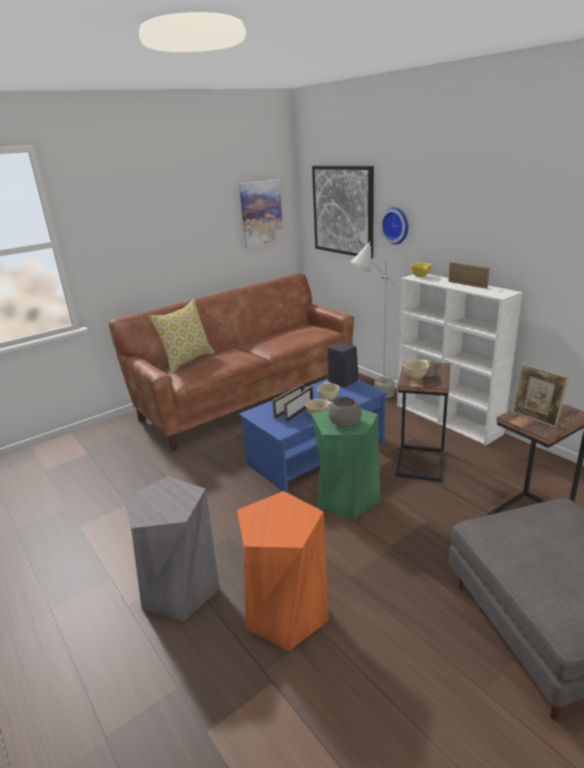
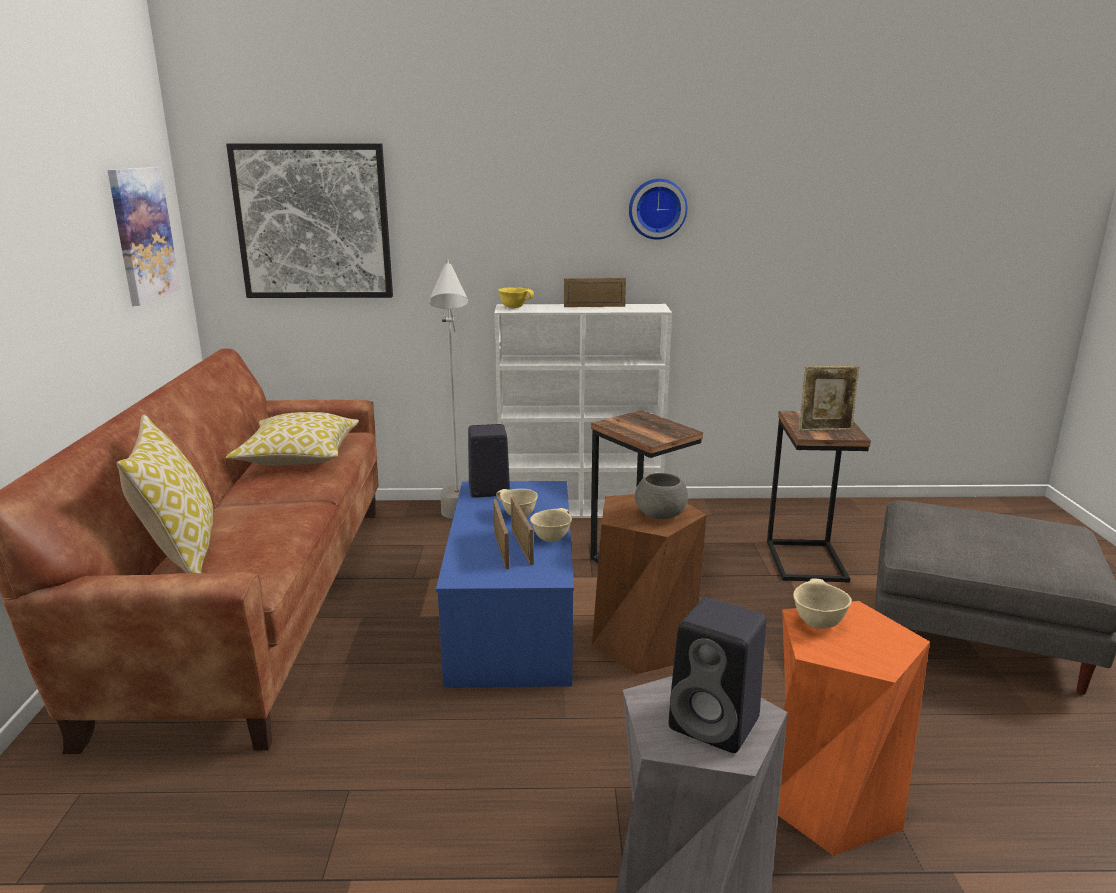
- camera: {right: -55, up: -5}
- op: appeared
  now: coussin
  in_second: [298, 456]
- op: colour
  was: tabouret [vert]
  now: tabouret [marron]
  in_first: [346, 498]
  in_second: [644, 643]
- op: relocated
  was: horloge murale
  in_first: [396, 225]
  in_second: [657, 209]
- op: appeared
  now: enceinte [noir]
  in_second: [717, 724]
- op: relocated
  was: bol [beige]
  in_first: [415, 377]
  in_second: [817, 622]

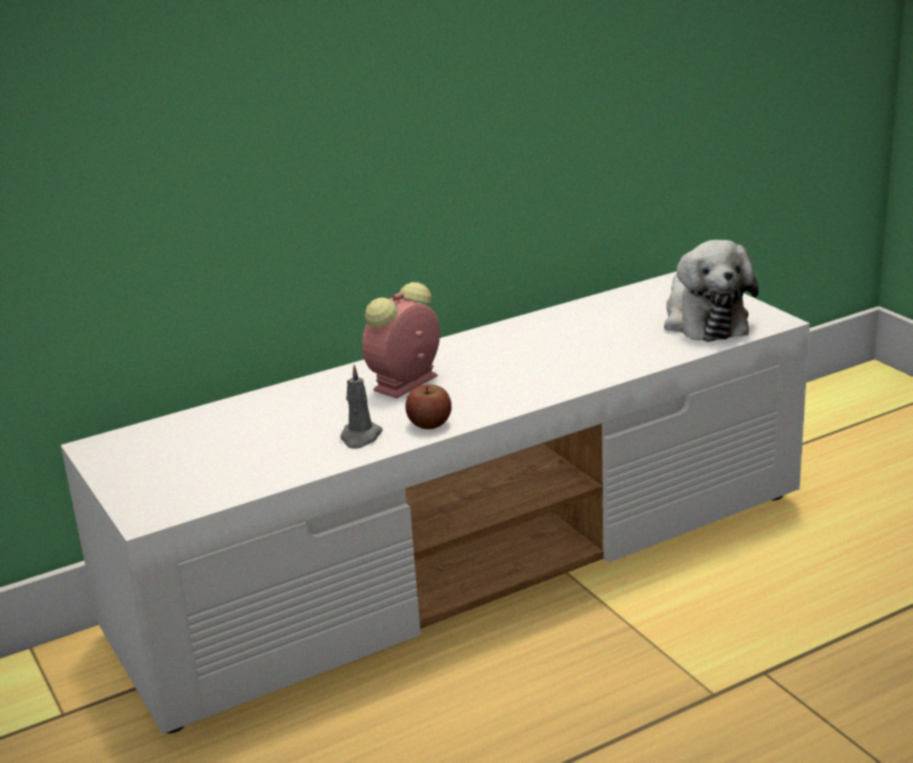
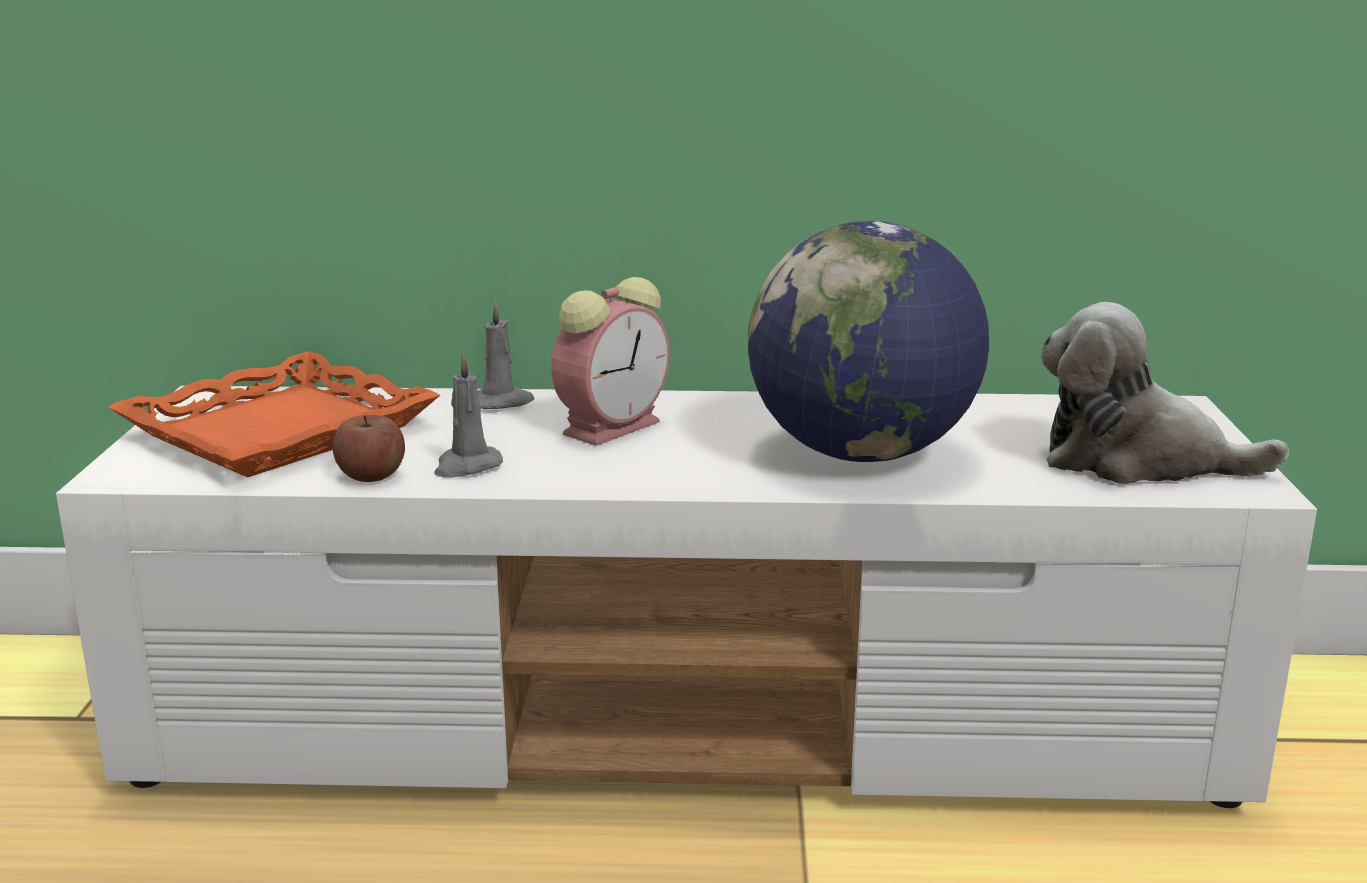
- camera: {right: 30, up: -5}
- op: appeared
  now: plateau [orange]
  in_second: [278, 430]
- op: relocated
  was: pomme
  in_first: [429, 424]
  in_second: [371, 475]
- op: appeared
  now: bougie [gris]
  in_second: [503, 402]
- op: spun
  was: réveil
  in_first: [404, 384]
  in_second: [613, 426]
  clockwise: 150
- op: appeared
  now: globe
  in_second: [862, 454]
- op: spun
  was: peluche
  in_first: [703, 320]
  in_second: [1136, 461]
  clockwise: 90

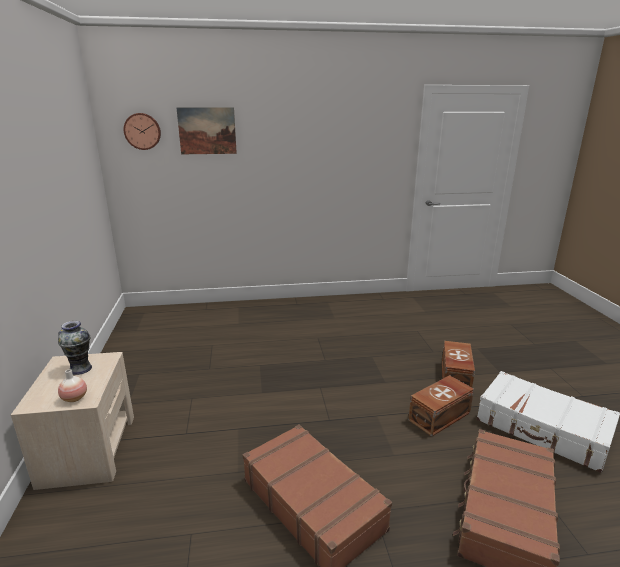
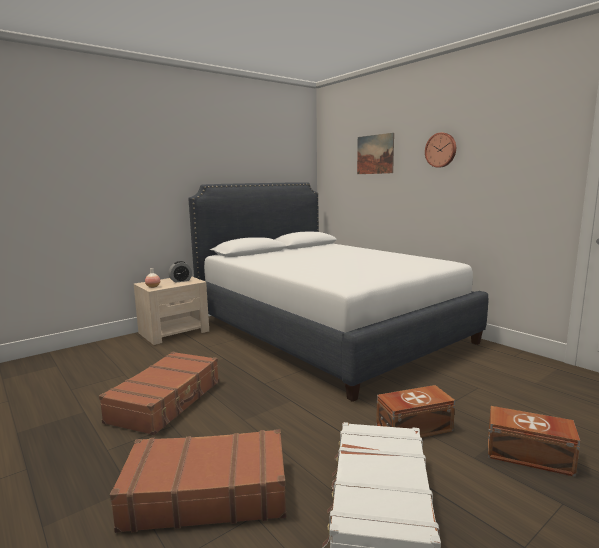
- camera: {right: 60, up: -10}
- op: exchanged
  was: vase
  now: réveil
  in_first: [81, 369]
  in_second: [181, 281]
- op: appeared
  now: lit [blanc]
  in_second: [327, 330]
- op: relocated
  was: horloge murale
  in_first: [142, 131]
  in_second: [441, 150]
- op: relocated
  was: boîte de rangement [marron]
  in_first: [440, 416]
  in_second: [530, 456]

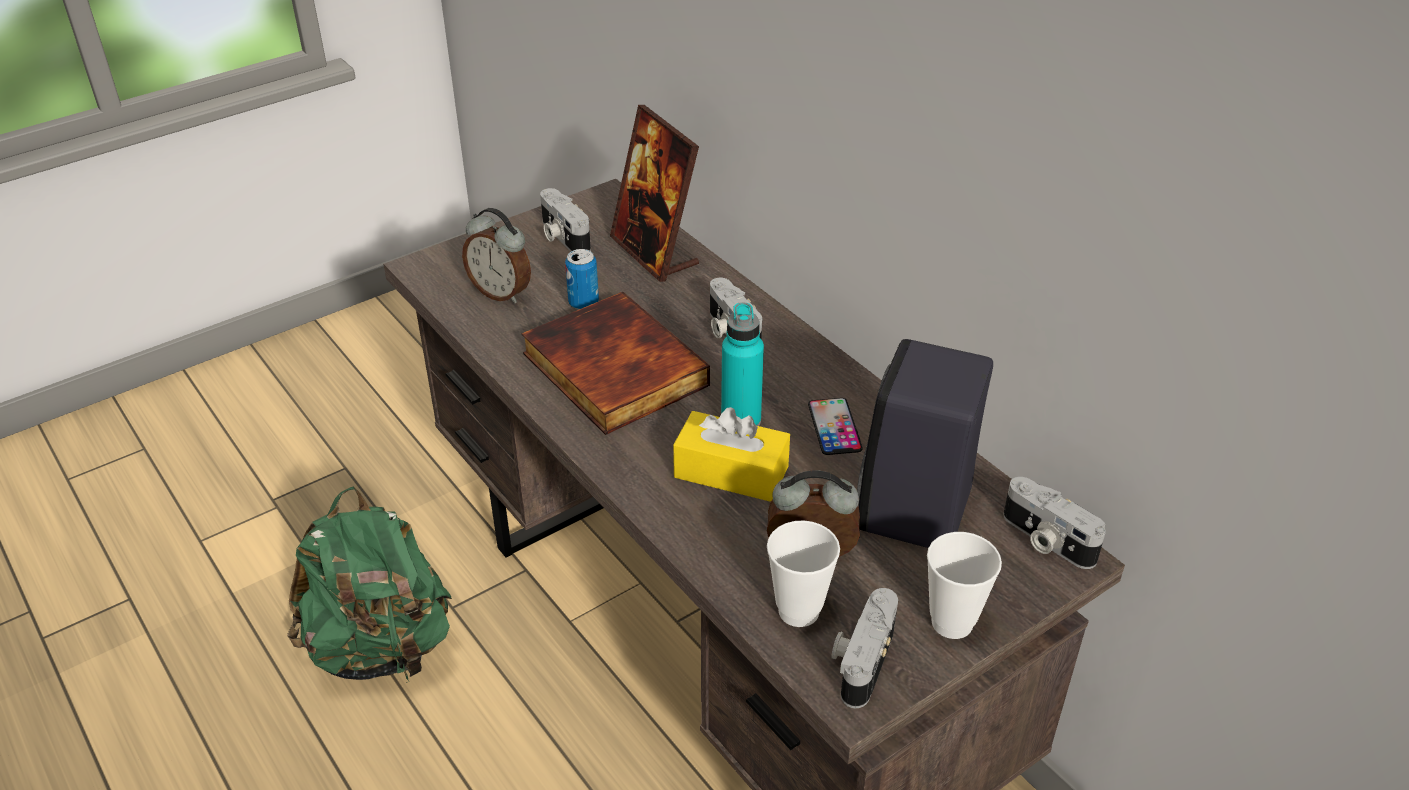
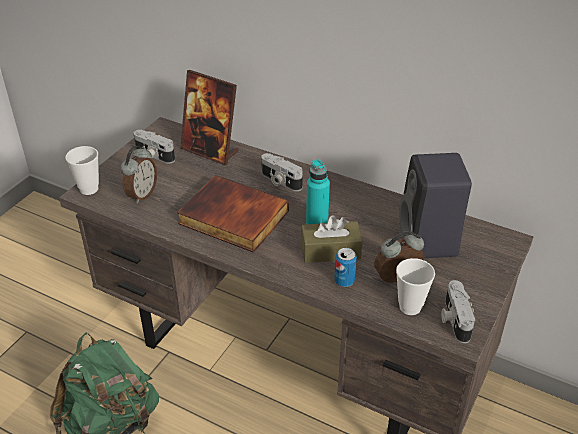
- camera: {right: -25, up: 0}
- op: relocated
  was: tasse
  in_first: [952, 622]
  in_second: [89, 189]
- op: spun
  was: réveil
  in_first: [501, 293]
  in_second: [141, 194]
  clockwise: -75
- op: colour
  was: boîte à mouchoirs [jaune]
  now: boîte à mouchoirs [marron]
  in_first: [731, 472]
  in_second: [330, 251]
- op: relocated
  was: boîte métallique
  in_first: [583, 303]
  in_second: [344, 281]
- op: missing
  was: téléphone
  in_first: [834, 427]
- op: missing
  was: appareil photo
  in_first: [1045, 540]

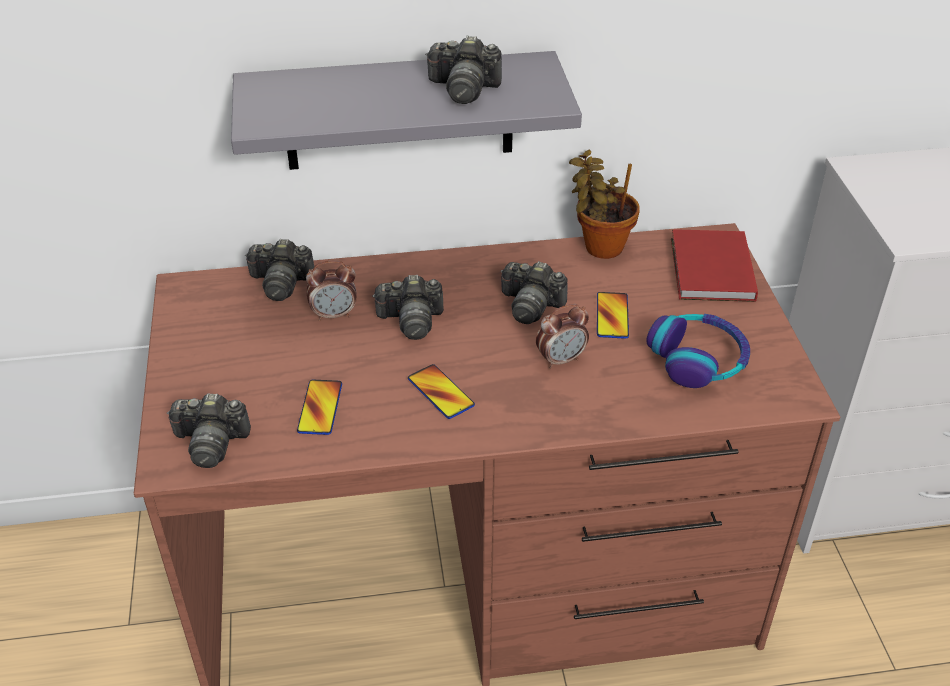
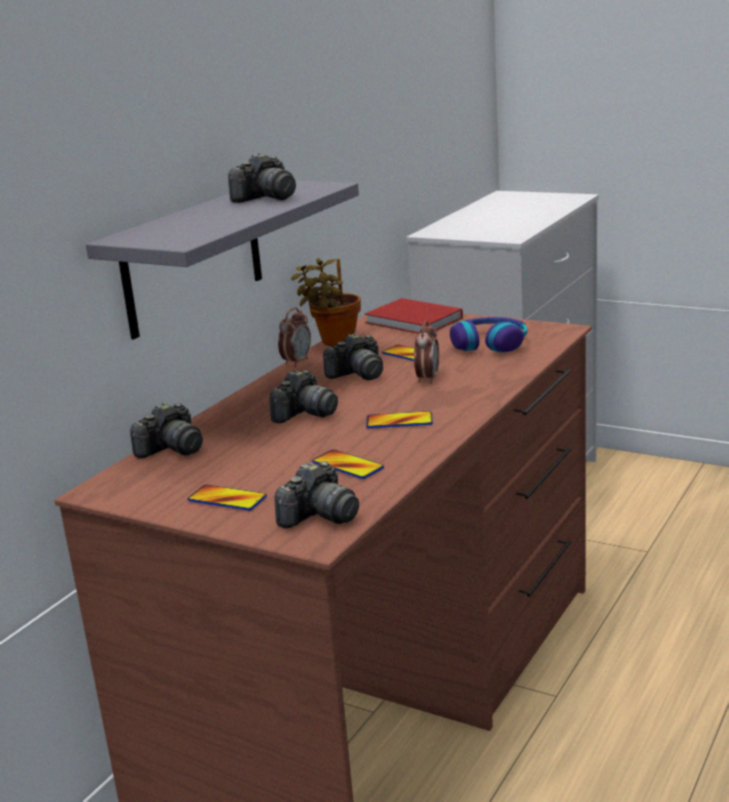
- camera: {right: -50, up: -20}
- op: appeared
  now: téléphone
  in_second: [227, 499]
- op: relocated
  was: réveil
  in_first: [334, 314]
  in_second: [297, 362]

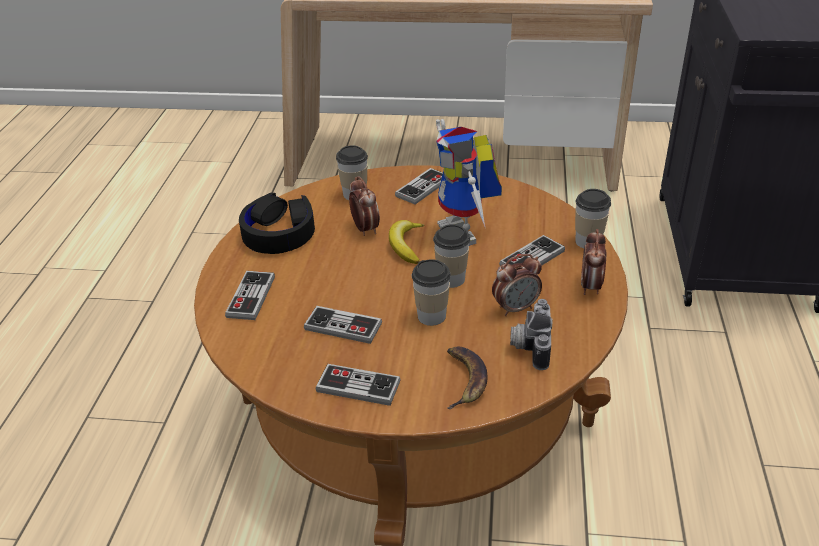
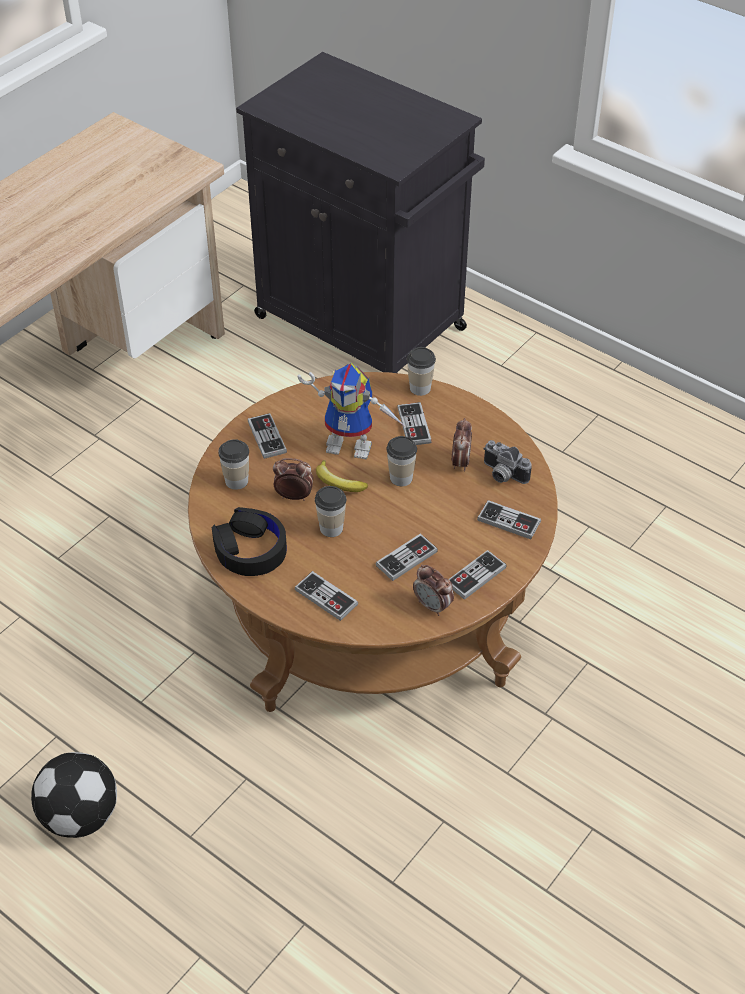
- camera: {right: -60, up: 10}
- op: appeared
  now: ballon de foot
  in_second: [79, 815]
- op: relocated
  was: tasse
  in_first: [431, 316]
  in_second: [331, 528]
- op: relocated
  was: réveil
  in_first: [590, 286]
  in_second: [433, 606]
- op: exchanged
  was: banane
  now: manette
  in_first: [464, 379]
  in_second: [509, 521]

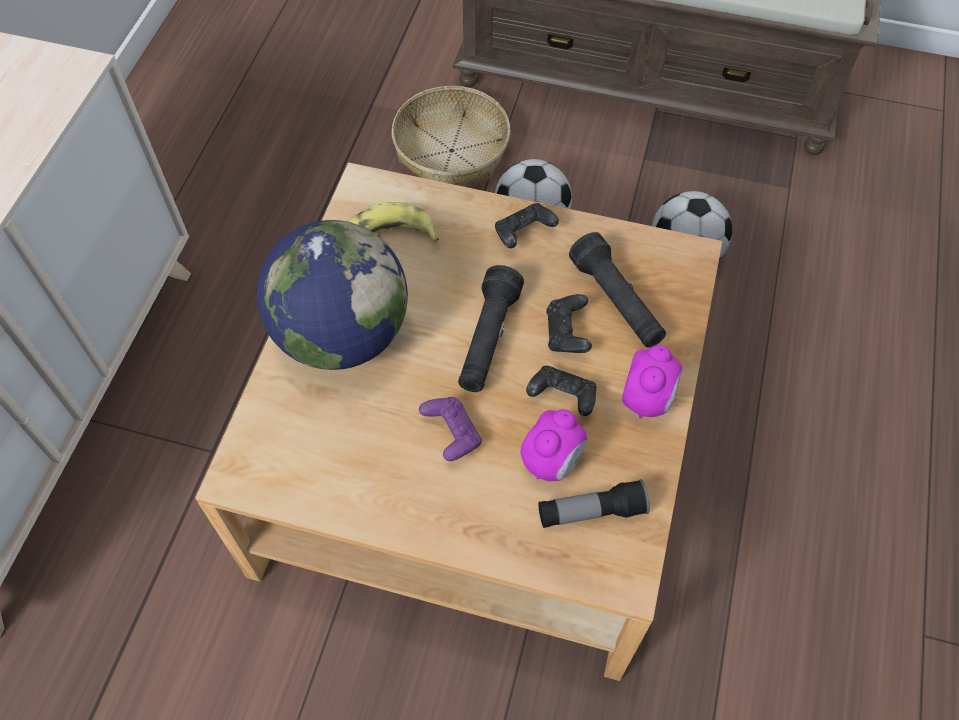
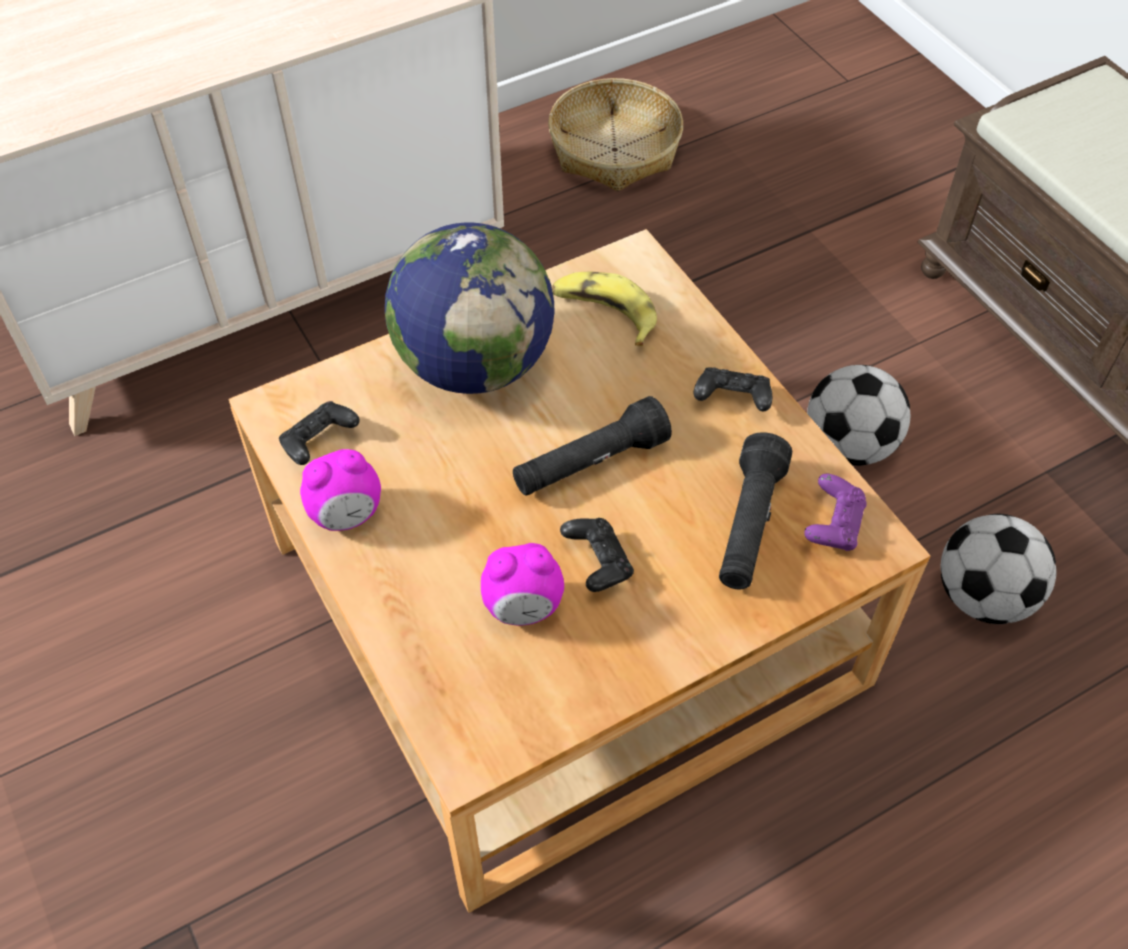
- camera: {right: 45, up: -5}
- op: relocated
  was: manette [noir]
  in_first: [567, 333]
  in_second: [319, 443]
- op: relocated
  was: réveil
  in_first: [647, 399]
  in_second: [346, 515]
- op: relocated
  was: panier
  in_first: [451, 150]
  in_second: [615, 150]
- op: relocated
  was: manette [violet]
  in_first: [451, 434]
  in_second: [833, 525]
- op: missing
  was: lampe de poche
  in_first: [591, 512]

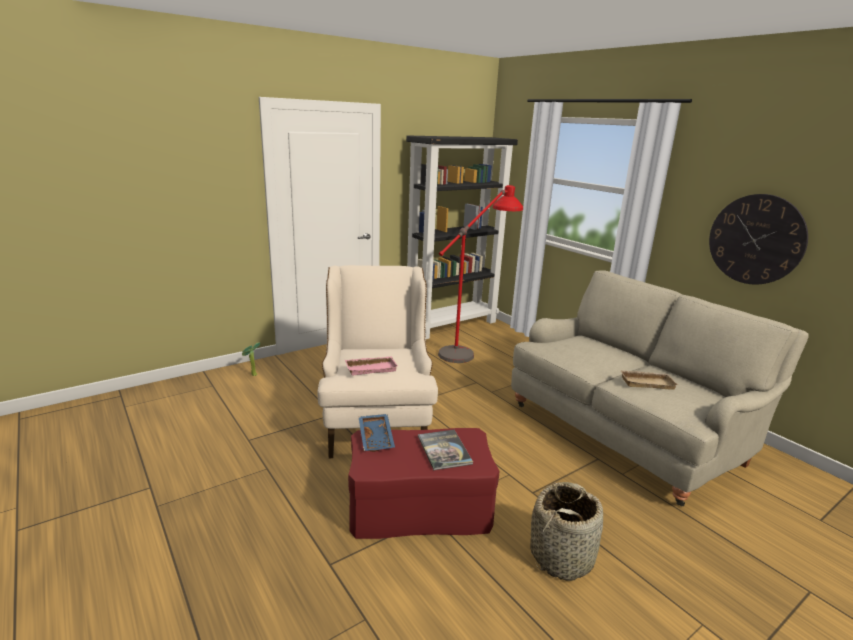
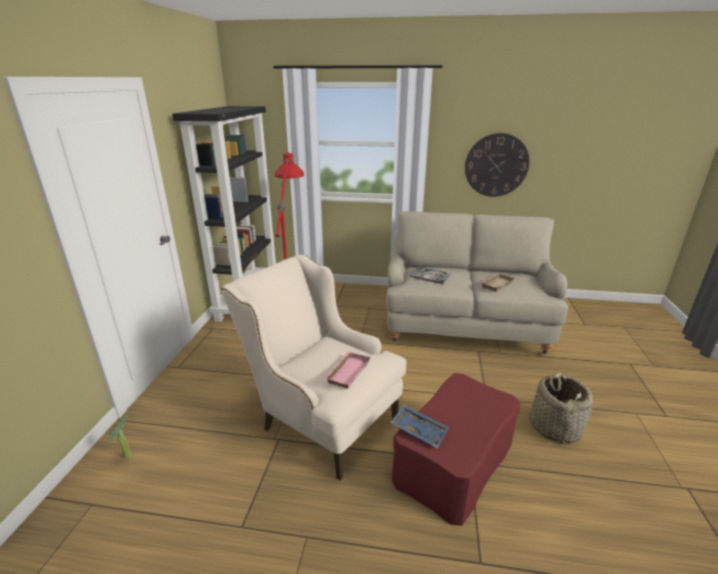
- camera: {right: -45, up: 5}
- op: relocated
  was: livre
  in_first: [444, 450]
  in_second: [430, 276]

